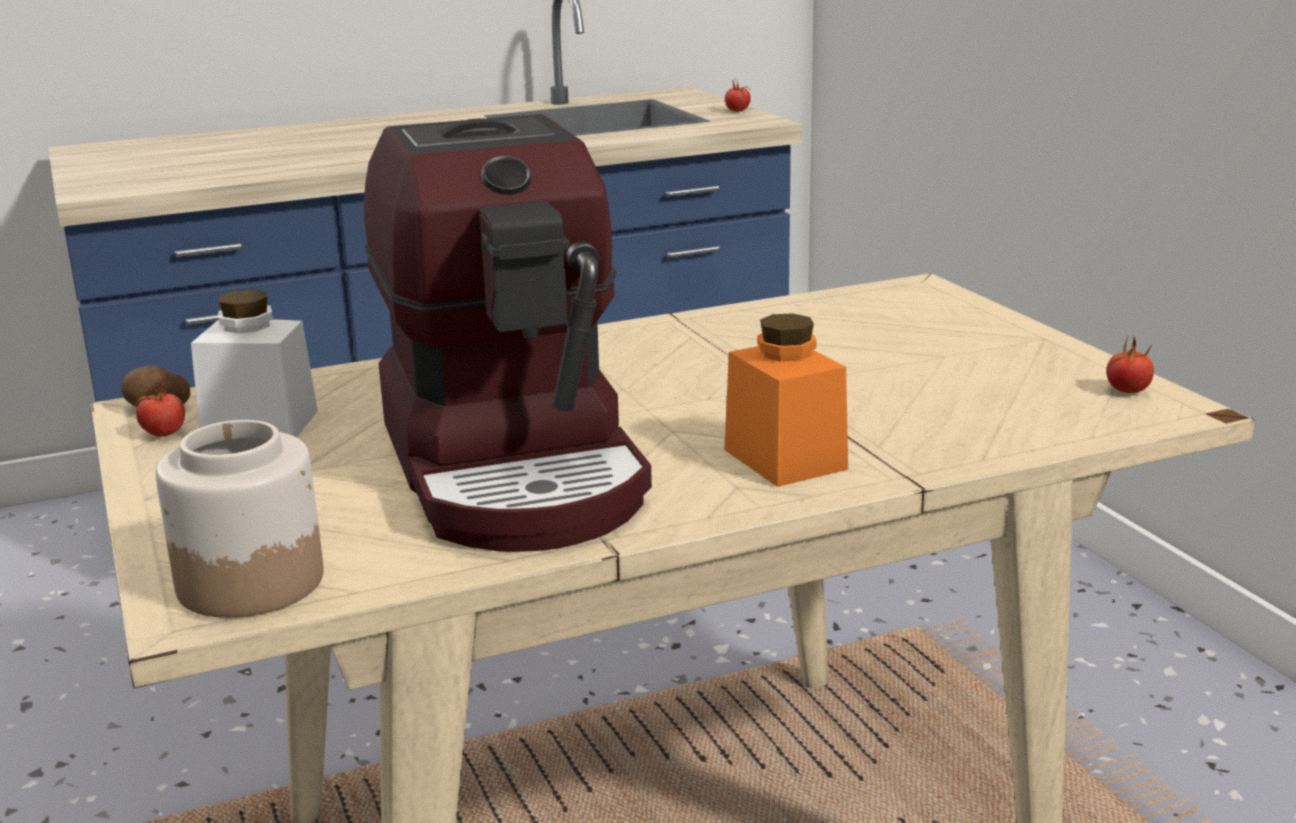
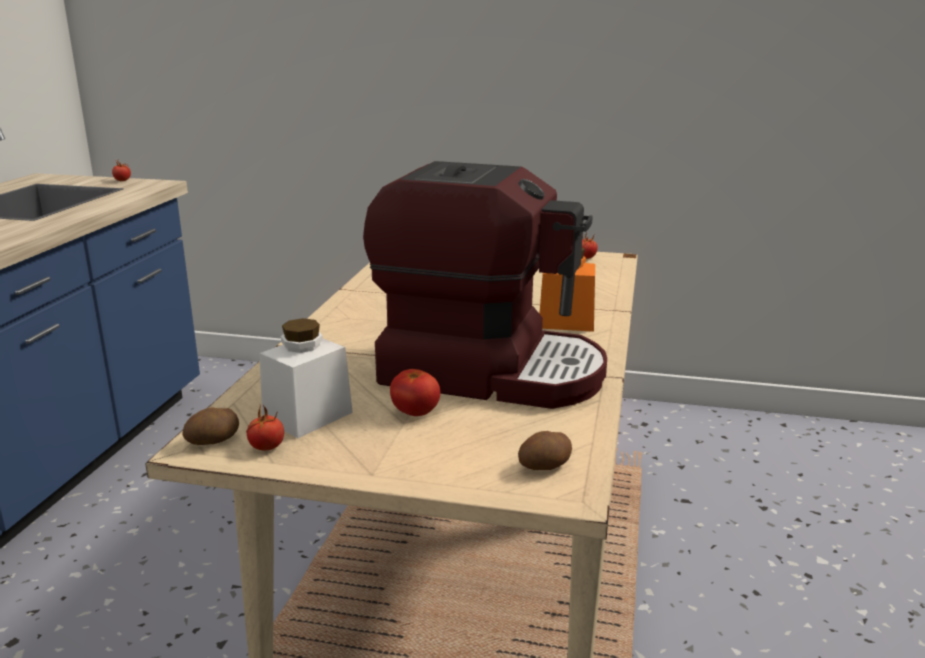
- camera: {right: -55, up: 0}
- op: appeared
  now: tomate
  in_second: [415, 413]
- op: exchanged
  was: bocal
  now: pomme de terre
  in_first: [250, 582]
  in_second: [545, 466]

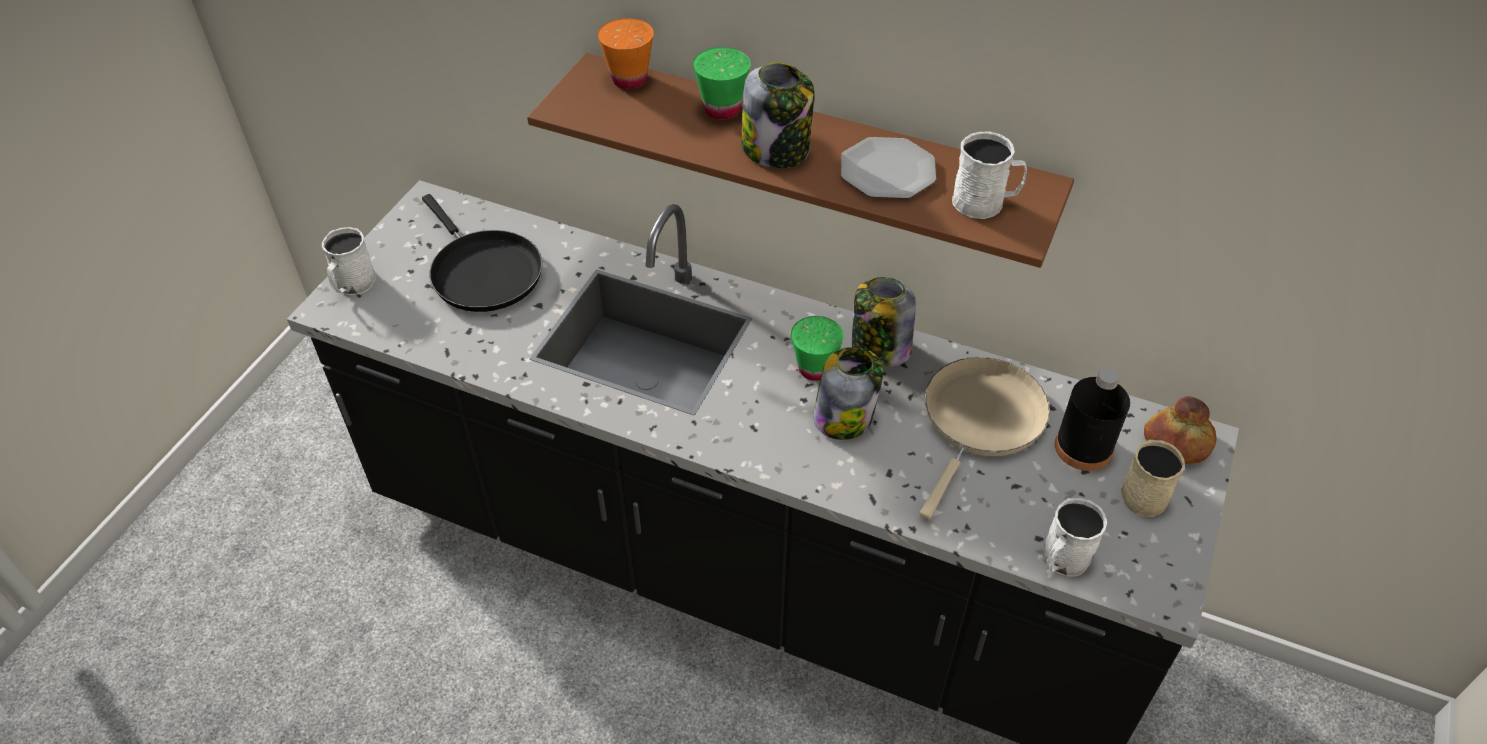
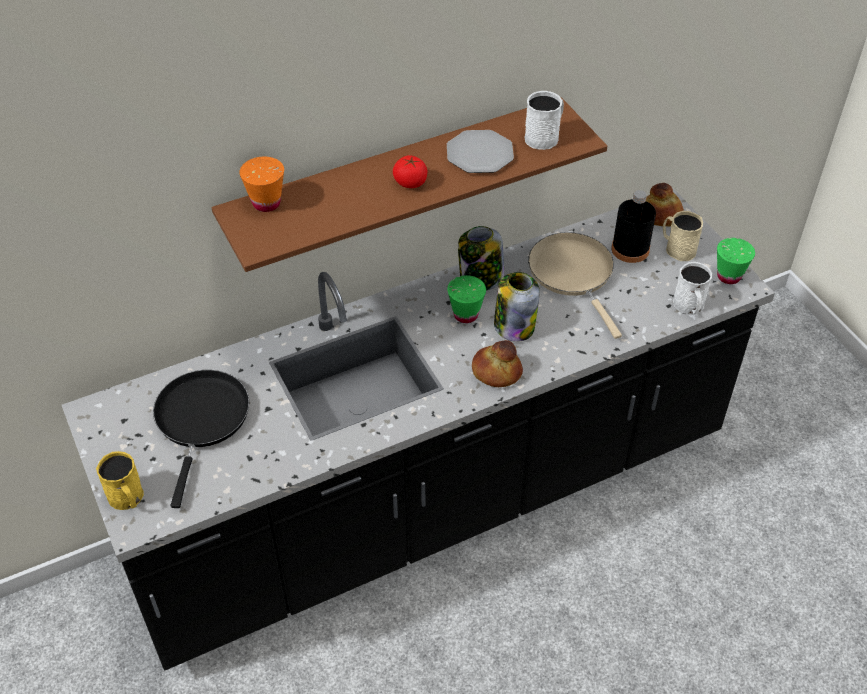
- camera: {right: -50, up: 0}
- op: colour
  was: mug [blanc]
  now: mug [jaune]
  in_first: [353, 285]
  in_second: [127, 498]
- op: spun
  was: poêle [noir]
  in_first: [483, 271]
  in_second: [201, 420]
  clockwise: -90
- op: exchanged
  was: bocal
  now: tomate
  in_first: [777, 149]
  in_second: [410, 182]
- op: appeared
  now: pain
  in_second: [496, 371]
- op: relocated
  was: tasse [vert]
  in_first: [722, 109]
  in_second: [729, 276]

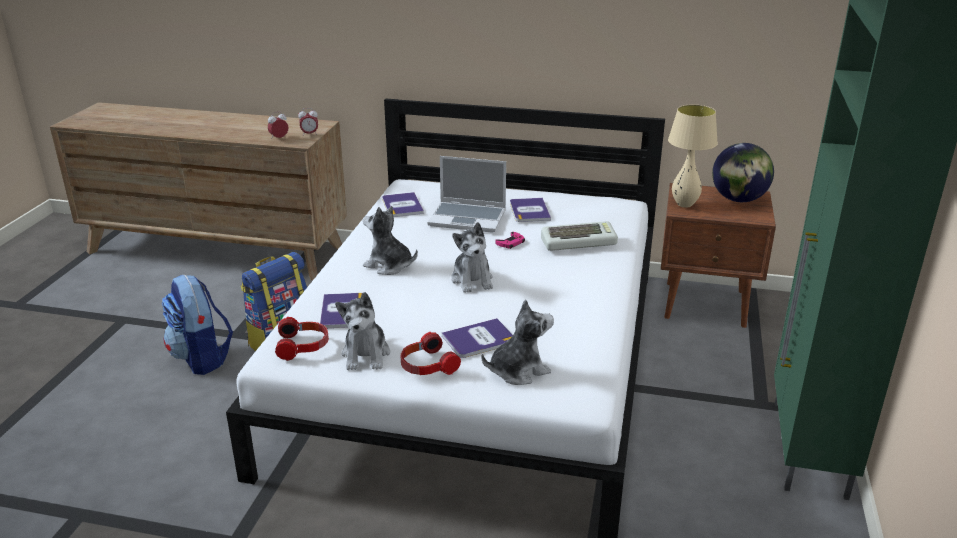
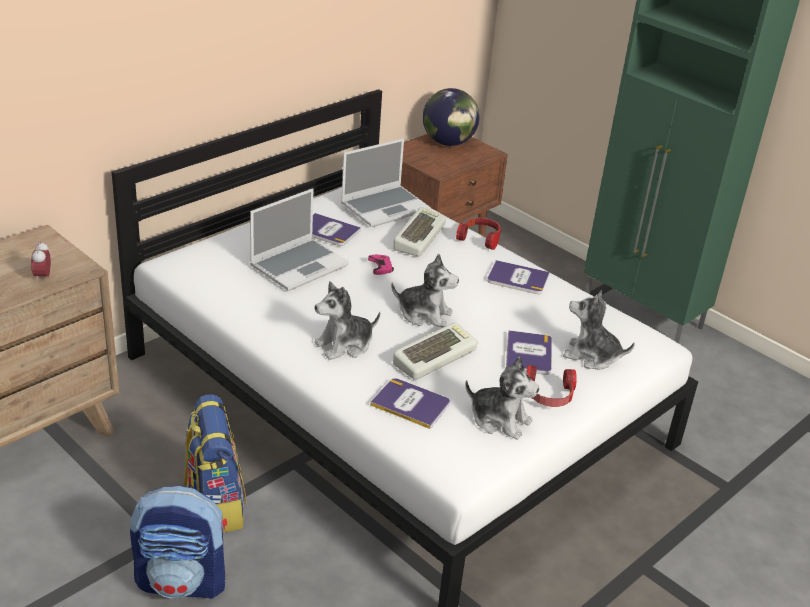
- camera: {right: -60, up: 5}
- op: appeared
  now: ordinateur portable
  in_second: [385, 207]
- op: appeared
  now: clavier
  in_second: [434, 356]
- op: relocated
  was: casque audio
  in_first: [303, 346]
  in_second: [480, 238]
- op: relocated
  was: livre
  in_first: [402, 205]
  in_second: [517, 278]
- op: spun
  was: peluche
  in_first: [518, 371]
  in_second: [591, 356]
  clockwise: -75
- op: missing
  was: réveil
  in_first: [309, 134]
- op: missing
  was: lampe de table [beige]
  in_first: [684, 205]

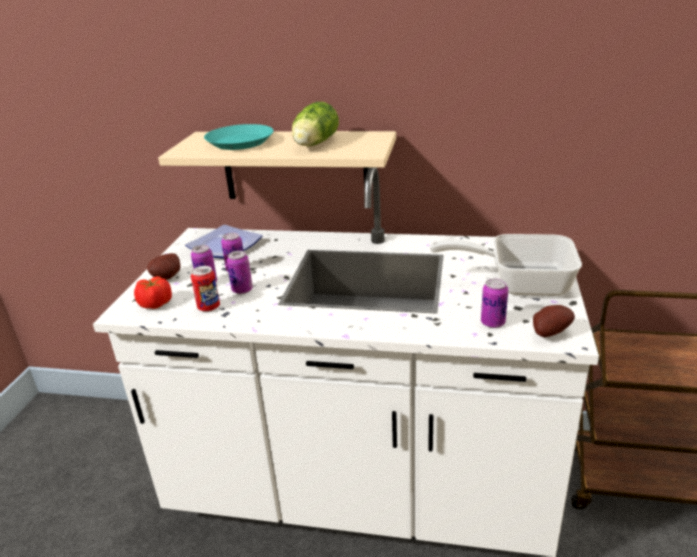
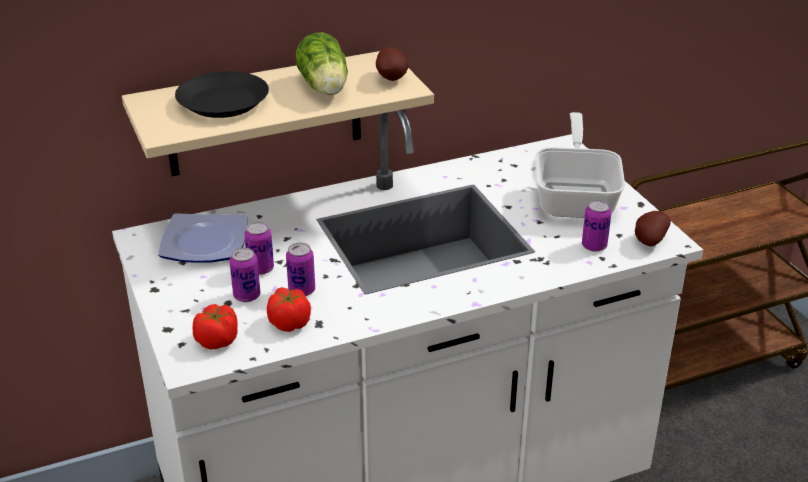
- camera: {right: -35, up: 5}
- op: colour
  was: assiette [turquoise]
  now: assiette [noir]
  in_first: [239, 142]
  in_second: [222, 102]
- op: exchanged
  was: boîte métallique
  now: tomate
  in_first: [209, 307]
  in_second: [289, 323]
- op: relocated
  was: pomme de terre
  in_first: [169, 278]
  in_second: [392, 79]
- op: spun
  was: poêle
  in_first: [518, 283]
  in_second: [576, 197]
  clockwise: 120

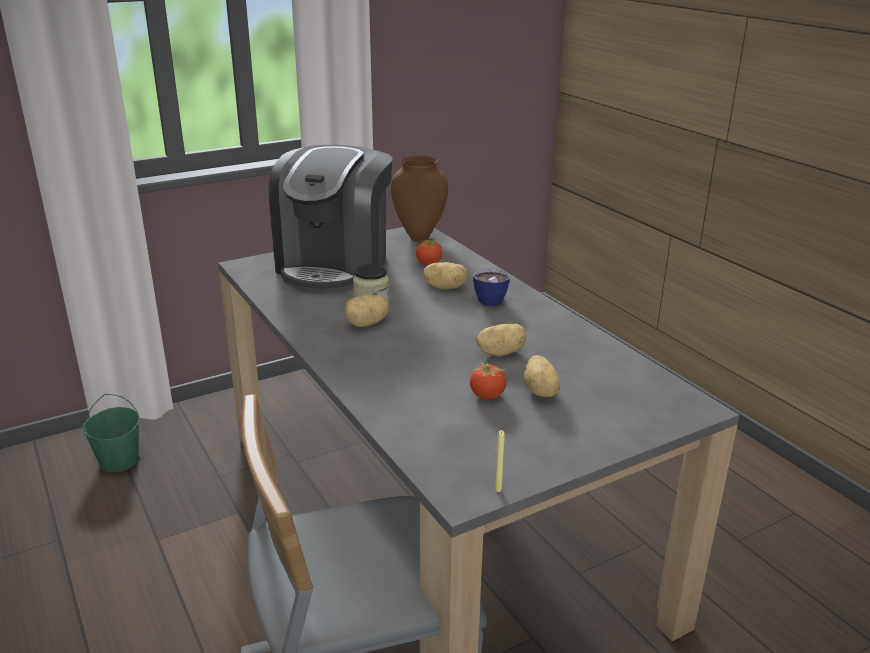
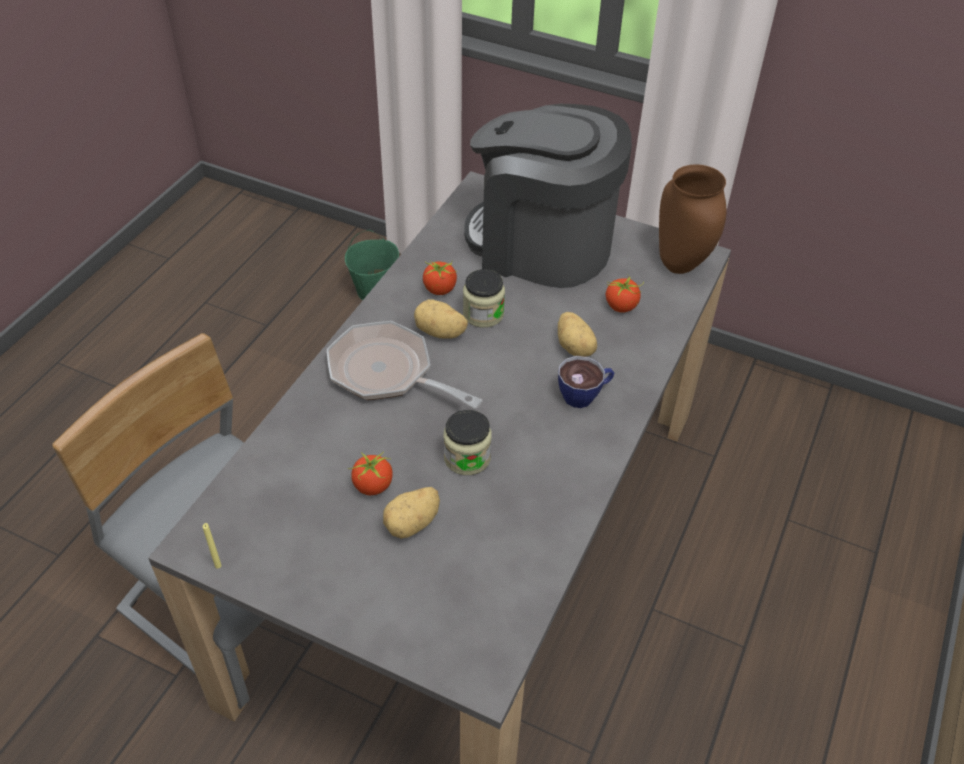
- camera: {right: 55, up: 20}
- op: appeared
  now: poêle
  in_second: [387, 373]
- op: appeared
  now: tomate
  in_second: [440, 289]
- op: exchanged
  was: pomme de terre
  now: bocal
  in_first: [500, 352]
  in_second: [467, 457]
- op: spun
  was: machine à café
  in_first: [335, 266]
  in_second: [541, 245]
  clockwise: 45

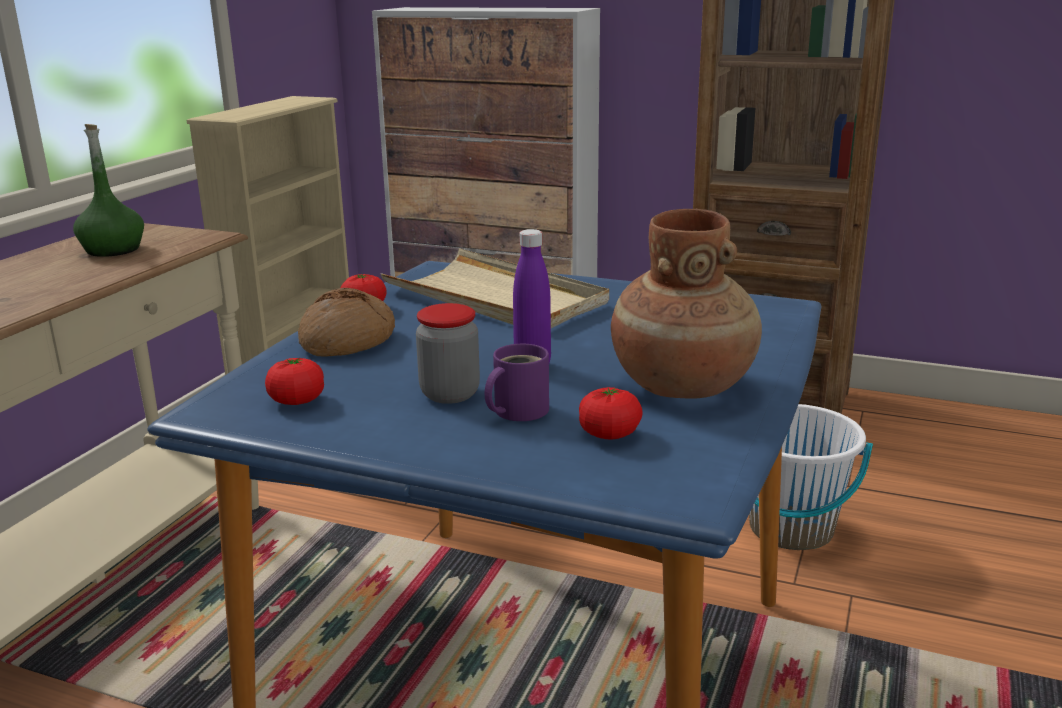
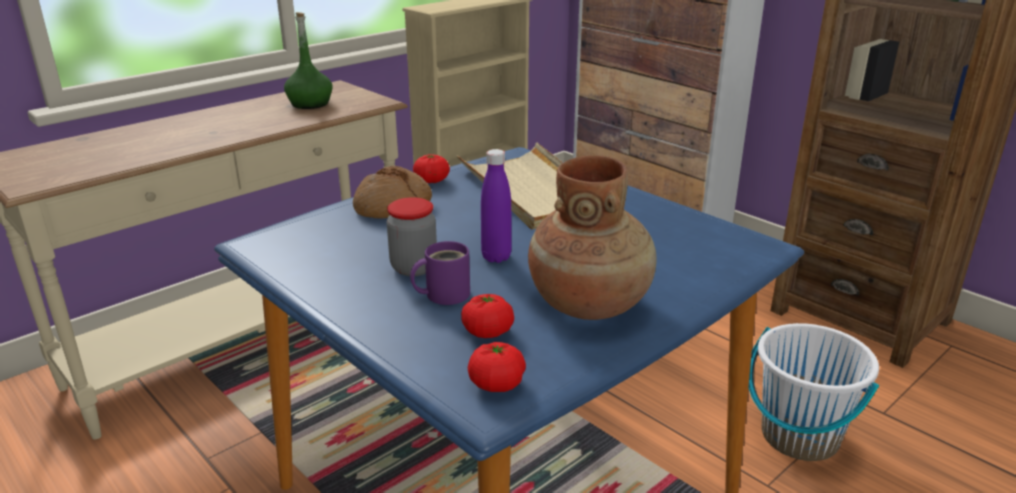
- camera: {right: 25, up: 5}
- op: relocated
  was: tomate
  in_first: [297, 401]
  in_second: [496, 384]

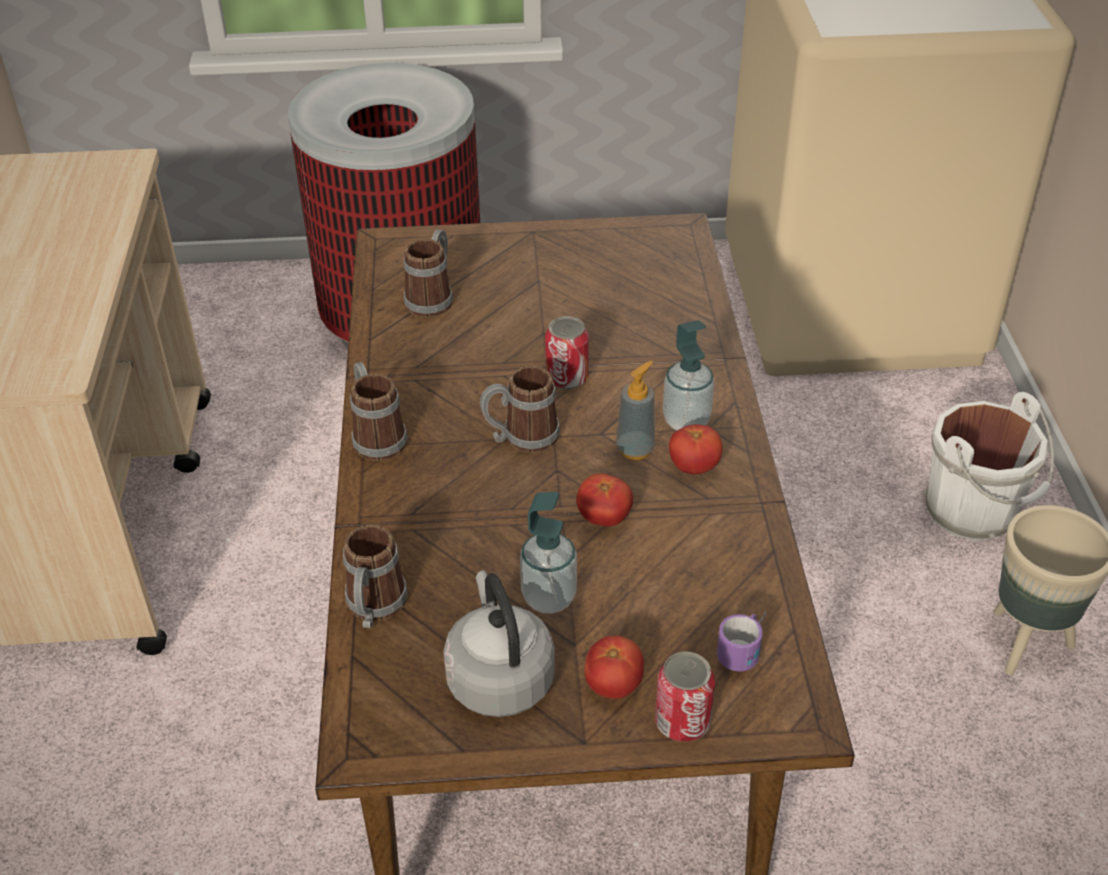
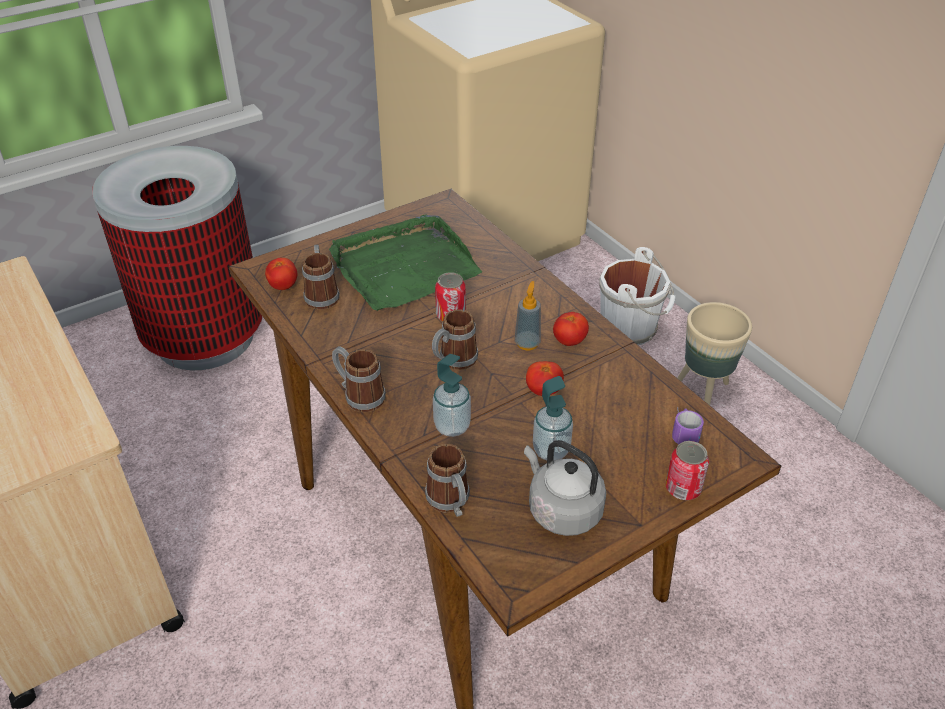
- camera: {right: -30, up: 0}
- op: relocated
  was: tomate
  in_first: [613, 685]
  in_second: [283, 286]
- op: appeared
  now: plateau [vert]
  in_second: [403, 267]
- op: relocated
  was: distributeur de savon
  in_first: [686, 421]
  in_second: [452, 426]

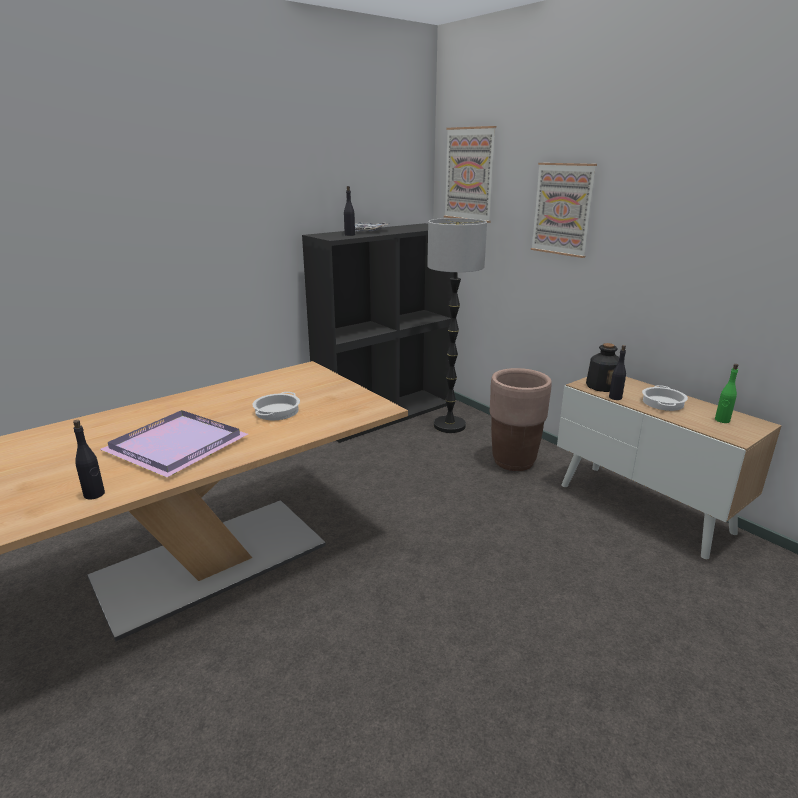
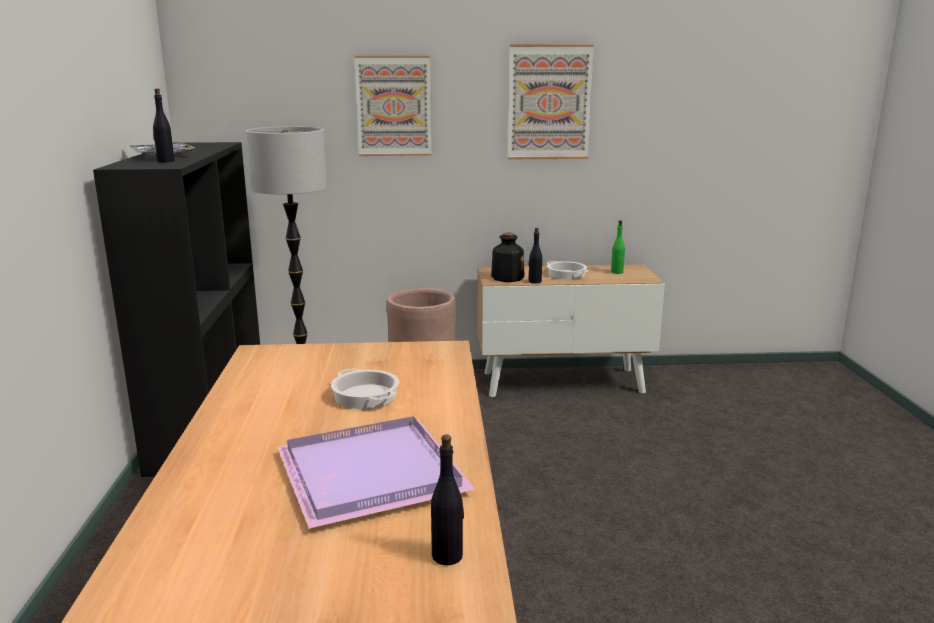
- camera: {right: -55, up: -5}
- op: relocated
  was: tableau
  in_first: [469, 174]
  in_second: [549, 102]

